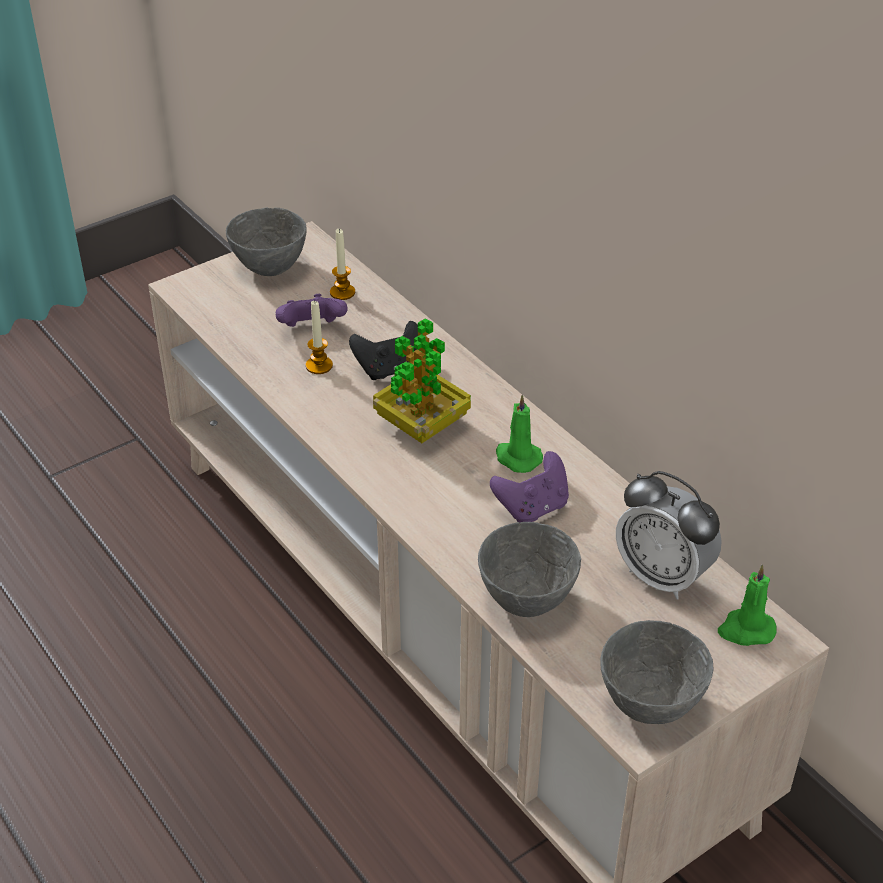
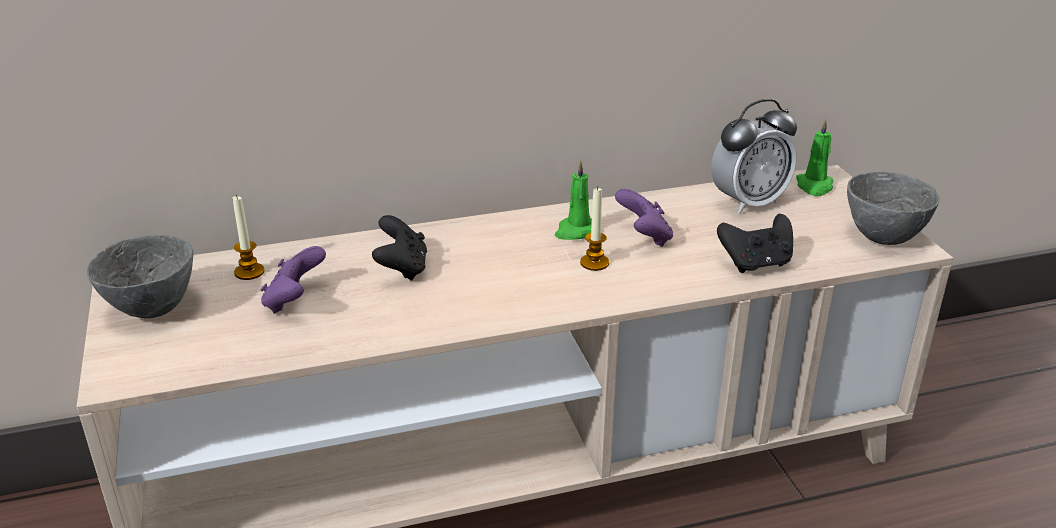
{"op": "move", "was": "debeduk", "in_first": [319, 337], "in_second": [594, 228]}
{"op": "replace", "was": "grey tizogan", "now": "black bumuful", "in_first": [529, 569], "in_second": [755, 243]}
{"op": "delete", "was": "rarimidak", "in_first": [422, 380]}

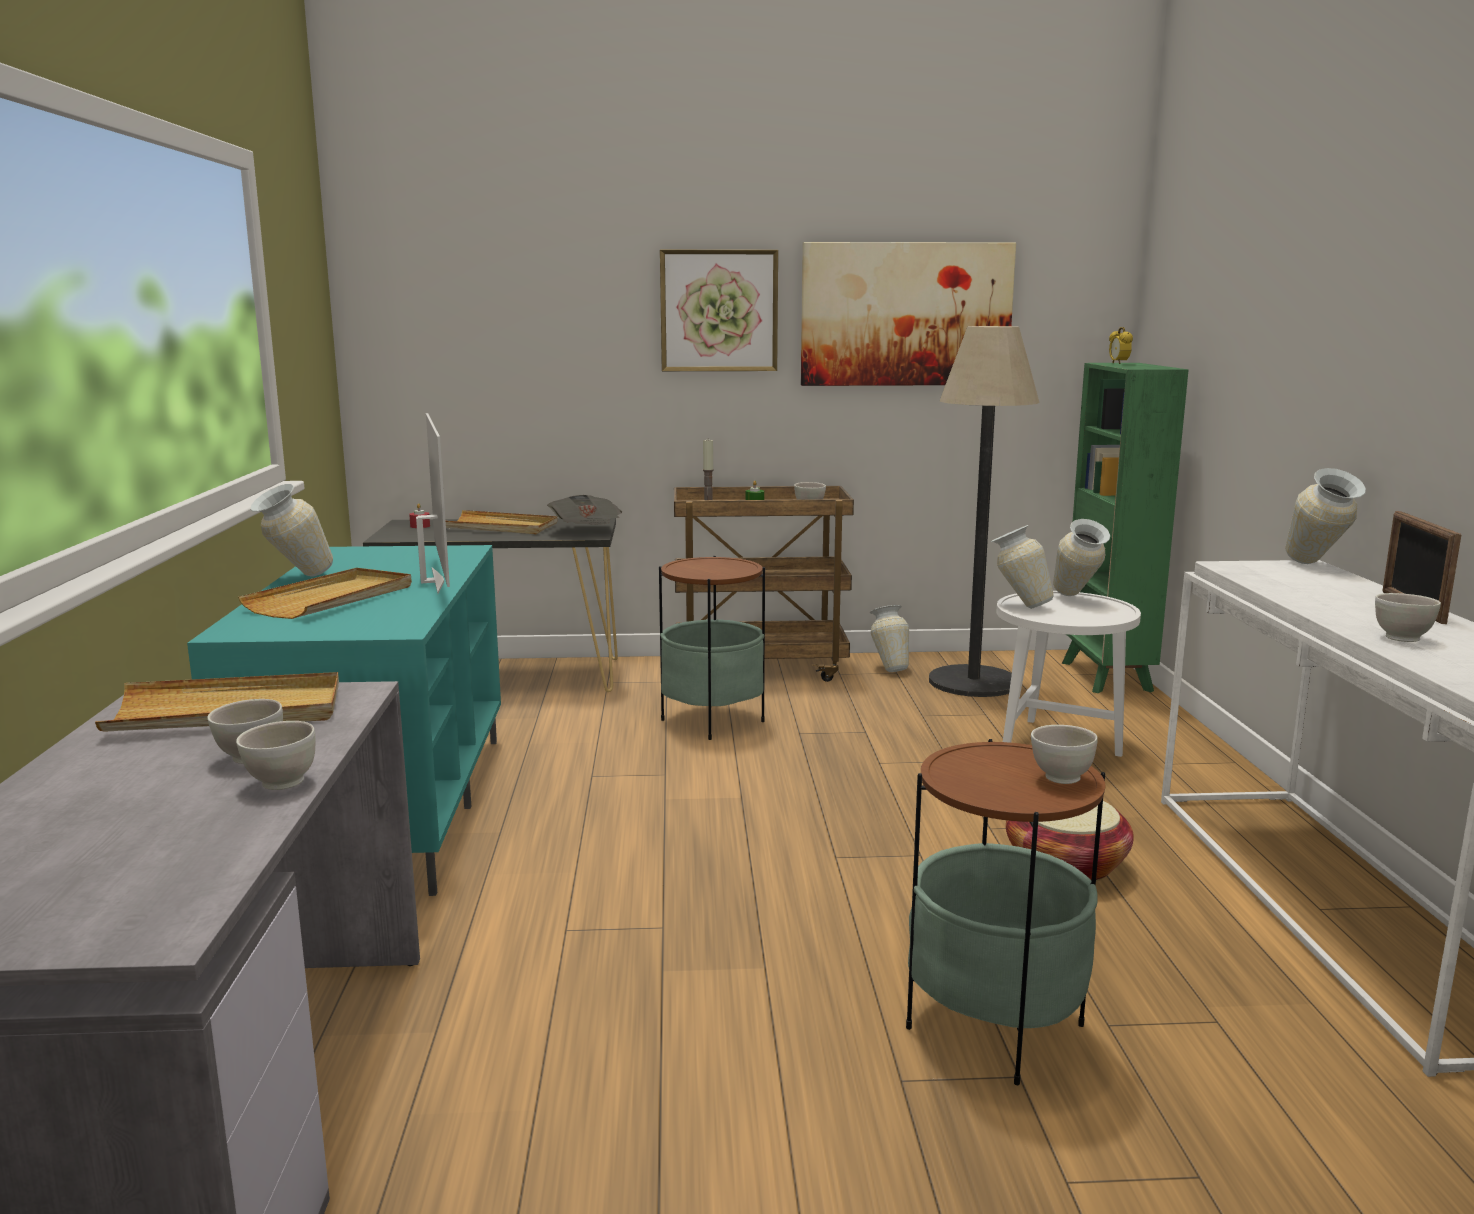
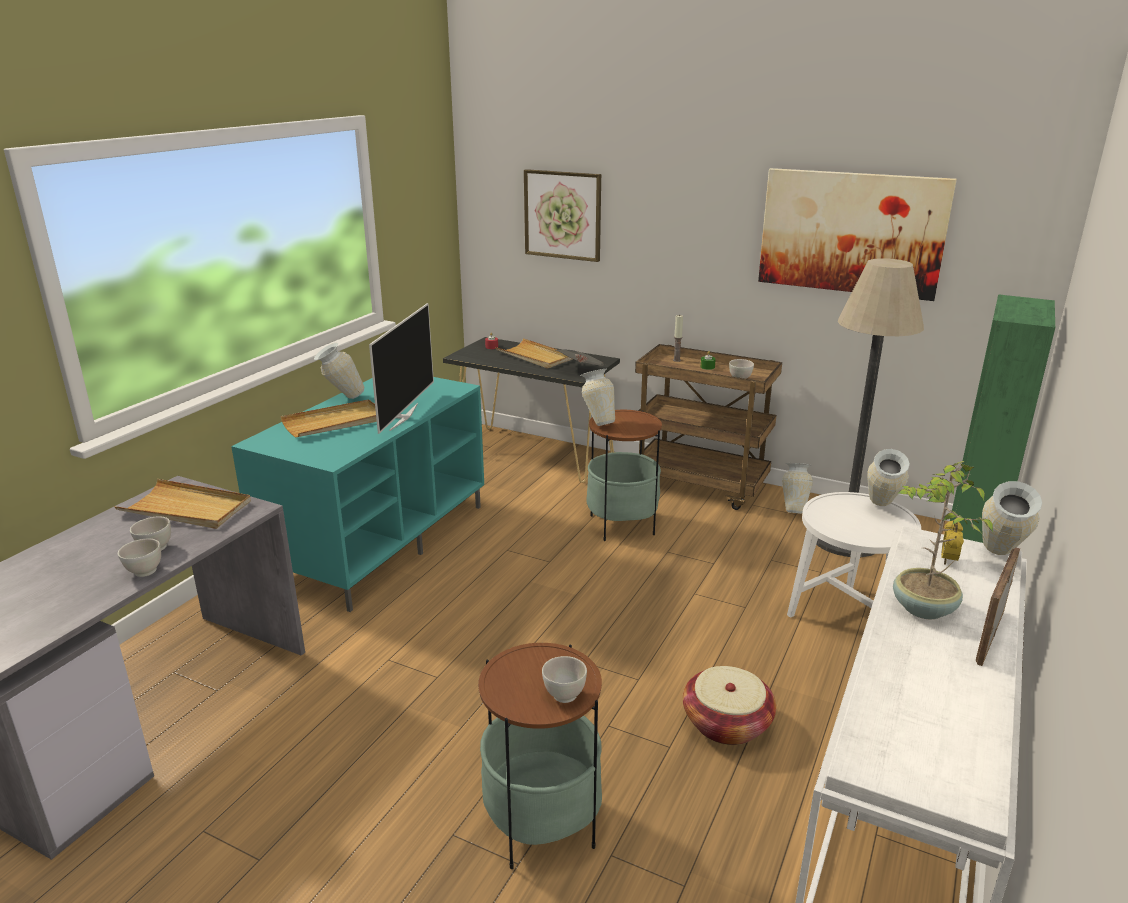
{"op": "move", "was": "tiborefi", "in_first": [719, 310], "in_second": [562, 215]}
{"op": "move", "was": "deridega", "in_first": [1022, 567], "in_second": [597, 397]}
{"op": "insert", "now": "rarimidak", "in_second": [943, 540]}
{"op": "move", "was": "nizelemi", "in_first": [1121, 345], "in_second": [952, 542]}
{"op": "delete", "was": "white tizogan", "in_first": [1408, 617]}

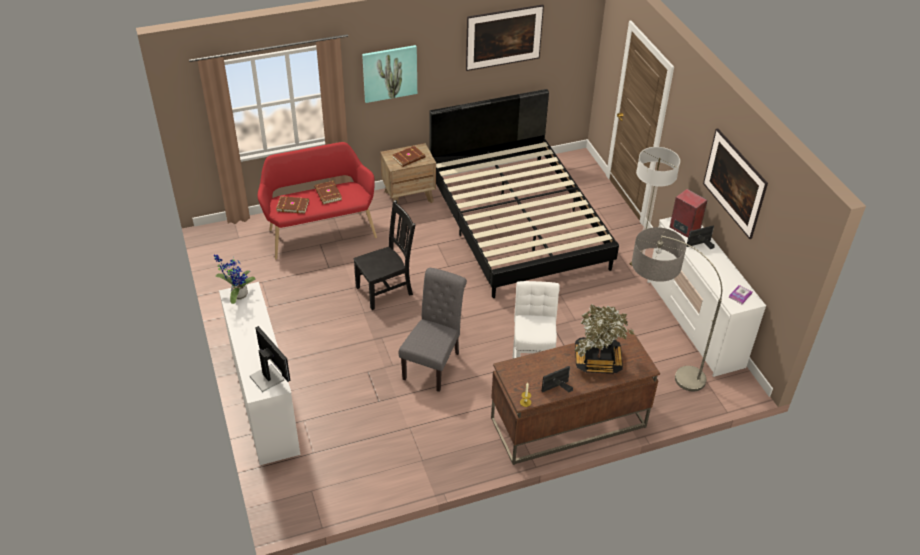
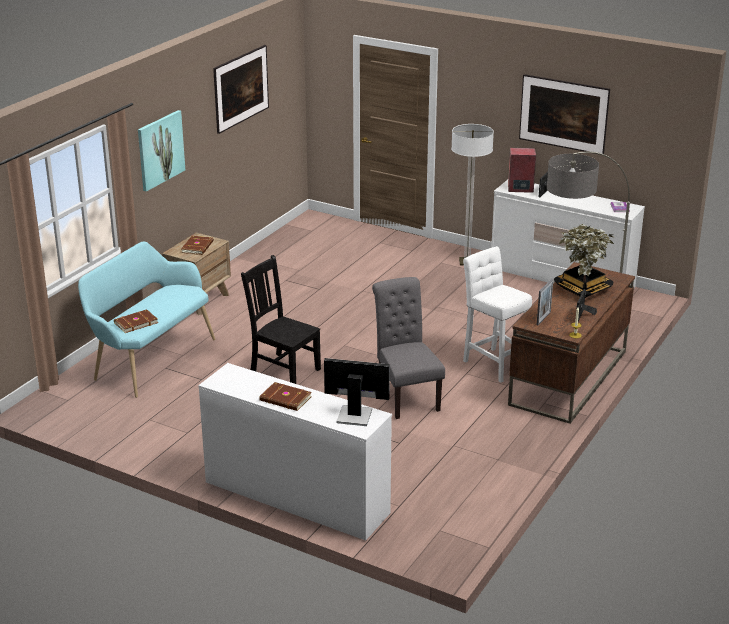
{"op": "recolor", "was": "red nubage", "now": "turquoise nubage", "in_first": [317, 200], "in_second": [146, 320]}
{"op": "rotate", "was": "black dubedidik", "in_first": [384, 255], "in_second": [281, 319], "clockwise": -75}
{"op": "move", "was": "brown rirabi", "in_first": [328, 192], "in_second": [285, 396]}
{"op": "insert", "now": "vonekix", "in_second": [545, 302]}
{"op": "delete", "was": "rarimidak", "in_first": [234, 279]}
{"op": "delete", "was": "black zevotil", "in_first": [524, 193]}

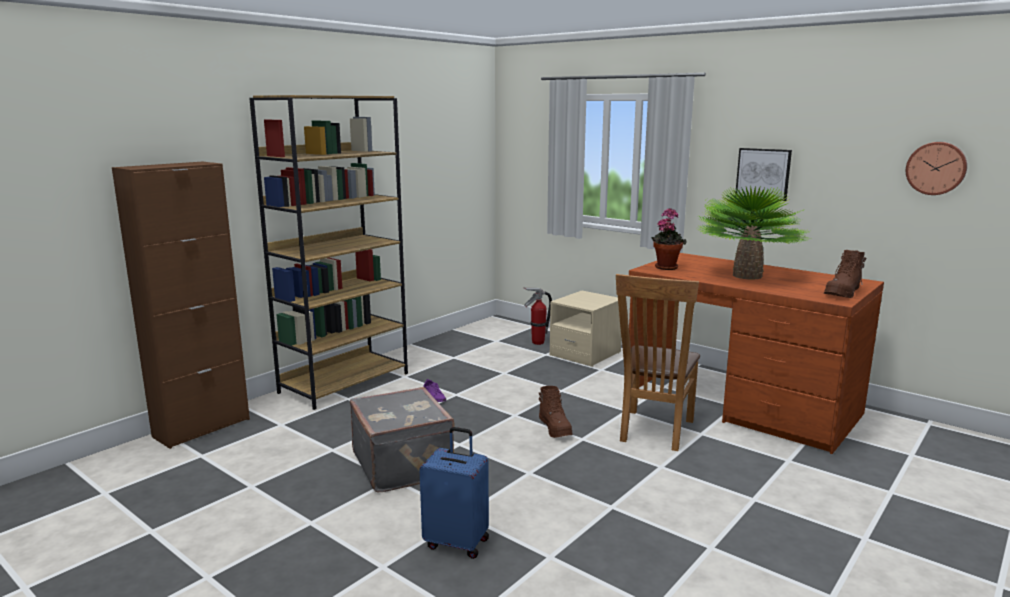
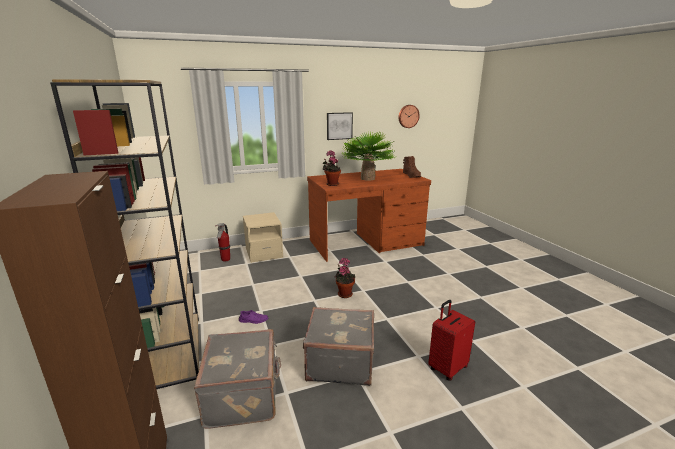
{"op": "insert", "now": "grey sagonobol", "in_second": [237, 379]}
{"op": "replace", "was": "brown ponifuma", "now": "rarimidak", "in_first": [556, 412], "in_second": [345, 278]}
{"op": "recolor", "was": "blue sagonobol", "now": "red sagonobol", "in_first": [454, 493], "in_second": [451, 340]}
{"op": "delete", "was": "brown dubedidik", "in_first": [658, 362]}

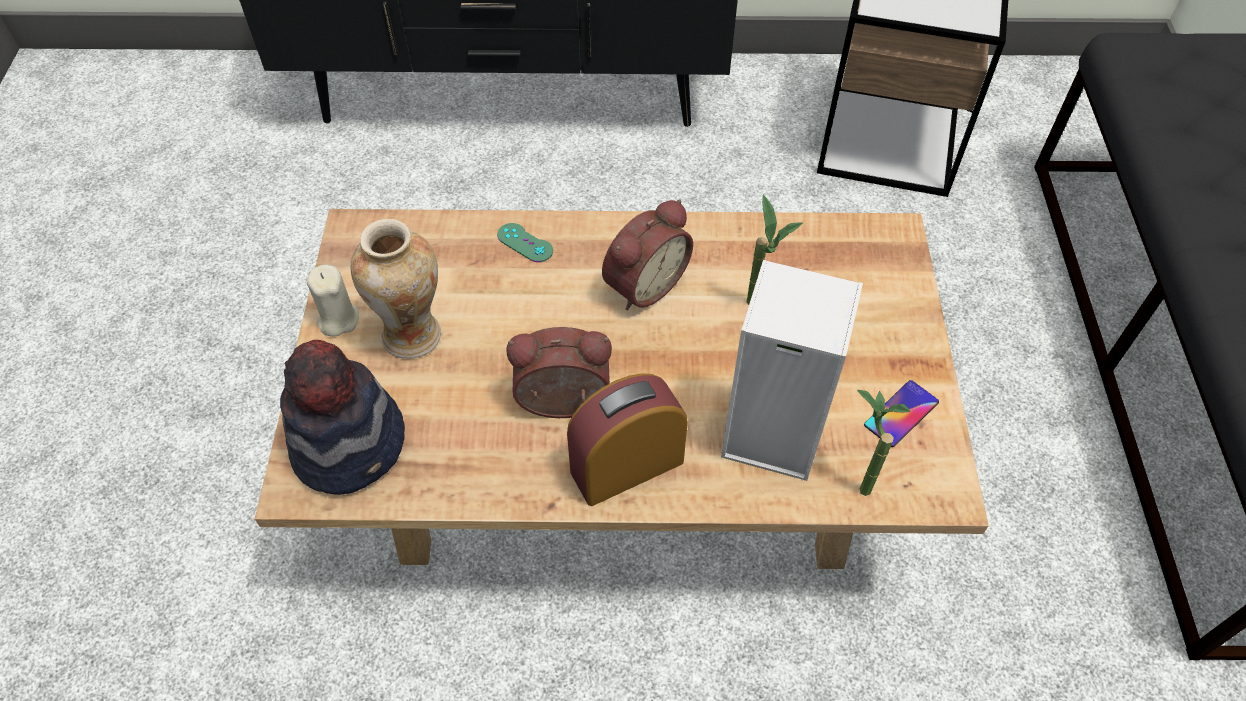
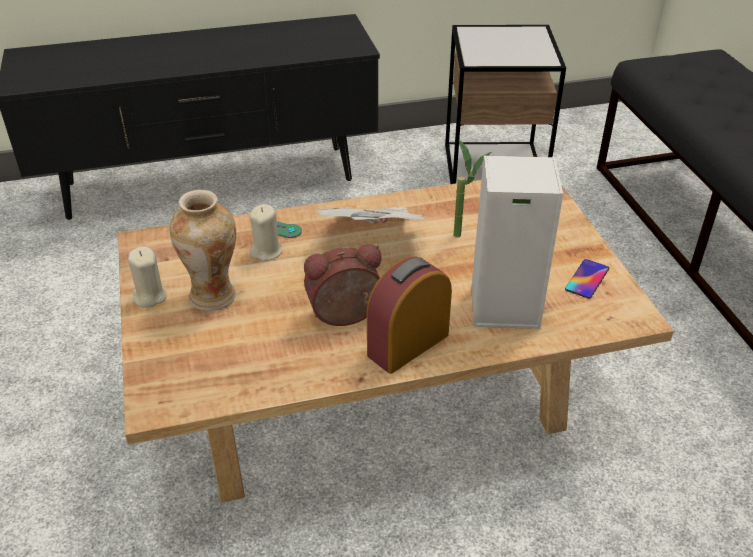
{"op": "insert", "now": "beige debeduk", "in_second": [265, 232]}
{"op": "replace", "was": "nizelemi", "now": "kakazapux", "in_first": [647, 254], "in_second": [372, 216]}
{"op": "delete", "was": "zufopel", "in_first": [342, 417]}
{"op": "delete", "was": "rarimidak", "in_first": [883, 443]}

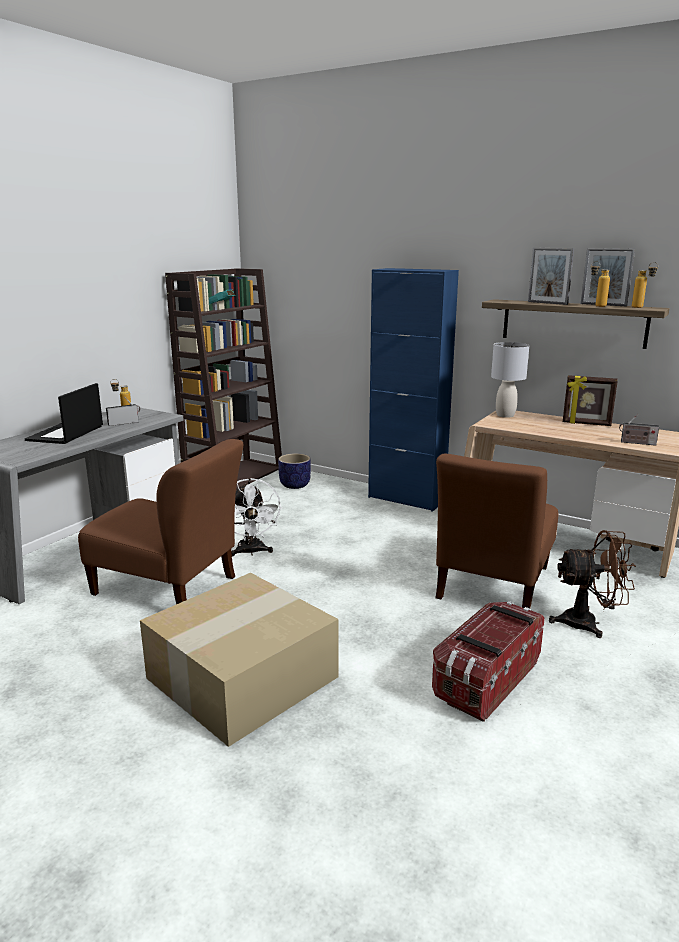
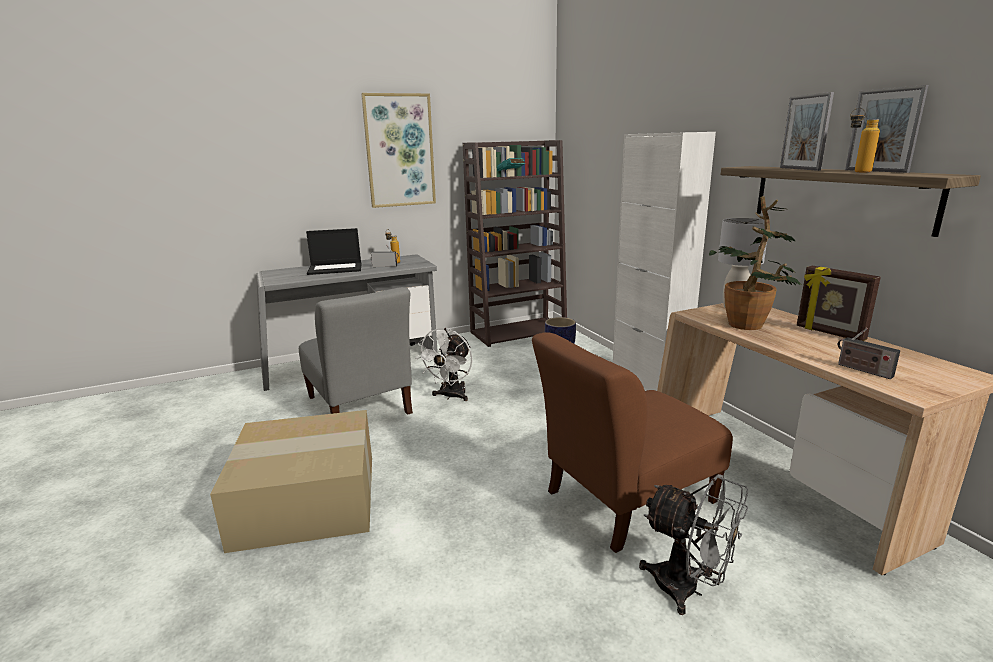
{"op": "recolor", "was": "brown dubedidik", "now": "grey dubedidik", "in_first": [160, 521], "in_second": [356, 351]}
{"op": "rotate", "was": "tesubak", "in_first": [64, 413], "in_second": [334, 251], "clockwise": -150}
{"op": "insert", "now": "tiborefi", "in_second": [398, 150]}
{"op": "recolor", "was": "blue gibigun", "now": "white gibigun", "in_first": [413, 390], "in_second": [664, 261]}
{"op": "recolor", "was": "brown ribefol", "now": "grey ribefol", "in_first": [592, 584], "in_second": [693, 544]}
{"op": "insert", "now": "rarimidak", "in_second": [755, 263]}
{"op": "delete", "was": "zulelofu", "in_first": [488, 661]}
{"op": "delete", "was": "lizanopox", "in_first": [645, 285]}

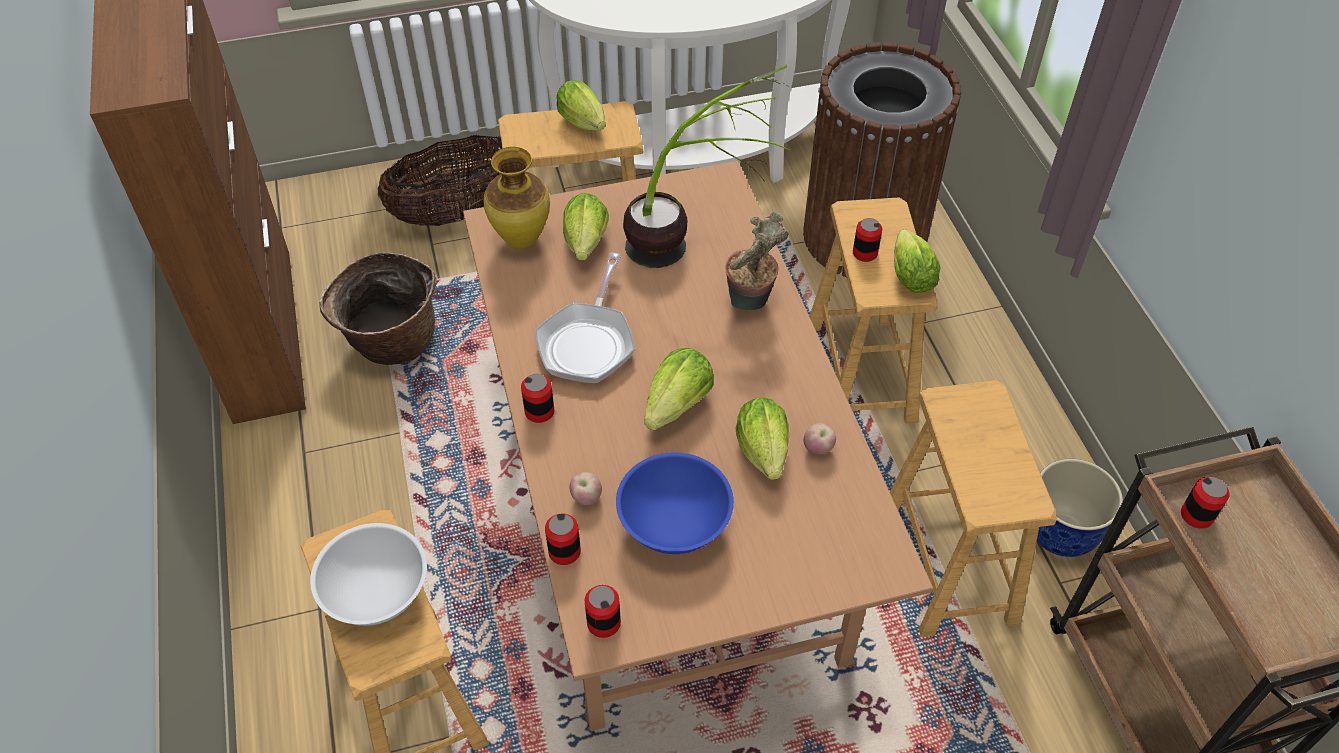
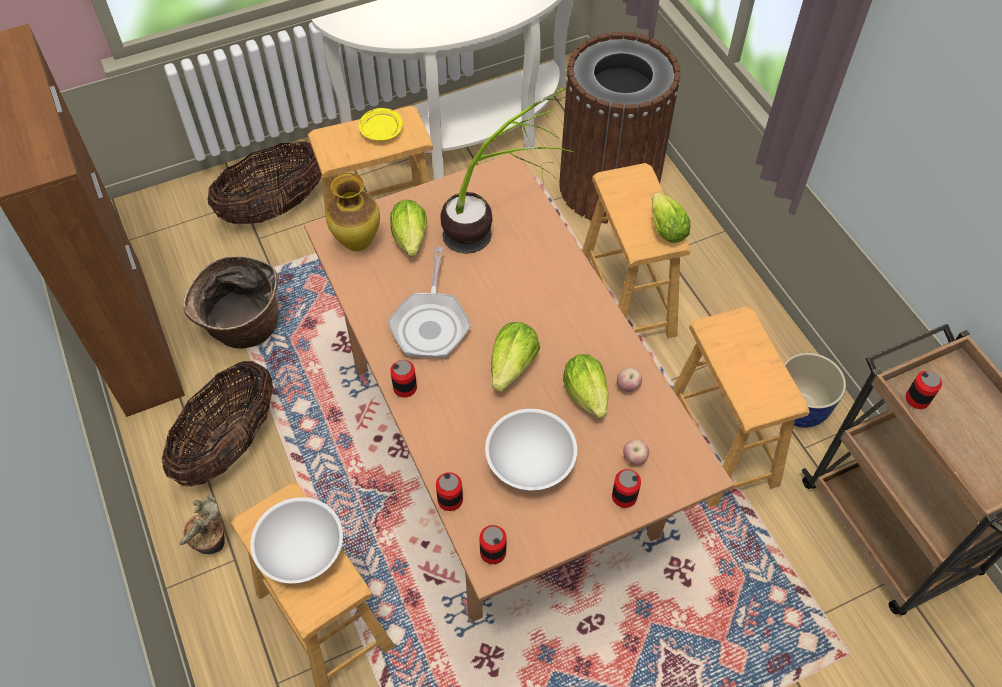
{"op": "insert", "now": "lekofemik", "in_second": [217, 423]}
{"op": "move", "was": "rarimidak", "in_first": [757, 261], "in_second": [202, 524]}
{"op": "replace", "was": "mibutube", "now": "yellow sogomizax", "in_first": [581, 105], "in_second": [381, 124]}
{"op": "recolor", "was": "blue tizogan", "now": "white tizogan", "in_first": [675, 503], "in_second": [531, 450]}
{"op": "move", "was": "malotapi", "in_first": [867, 240], "in_second": [626, 488]}
{"op": "move", "was": "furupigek", "in_first": [585, 488], "in_second": [636, 452]}

